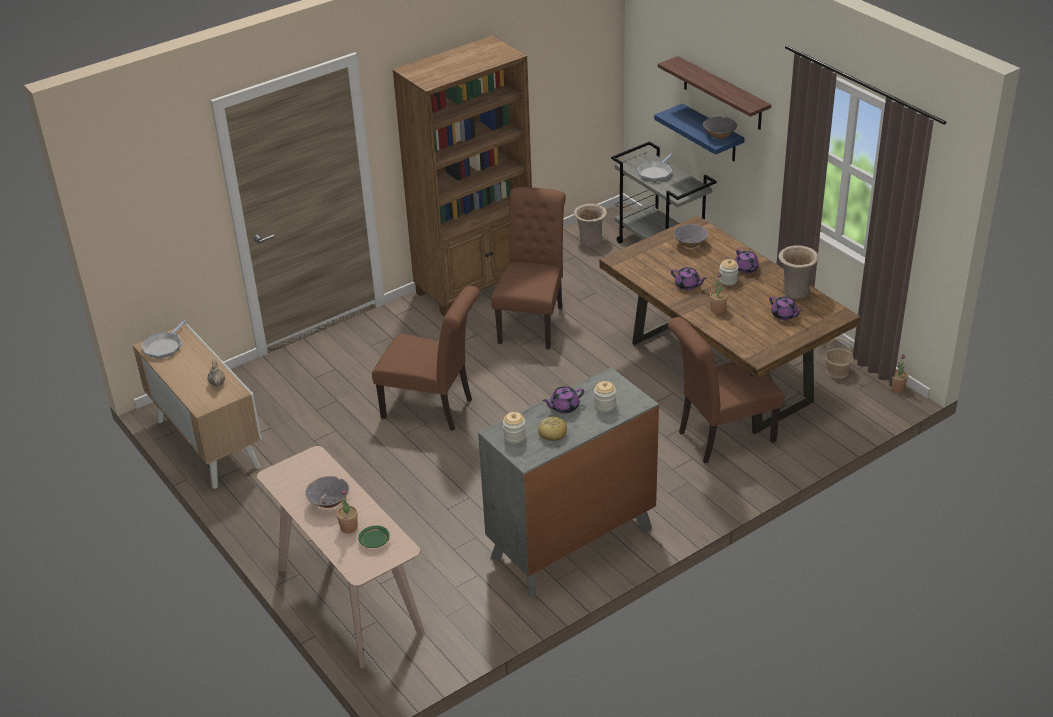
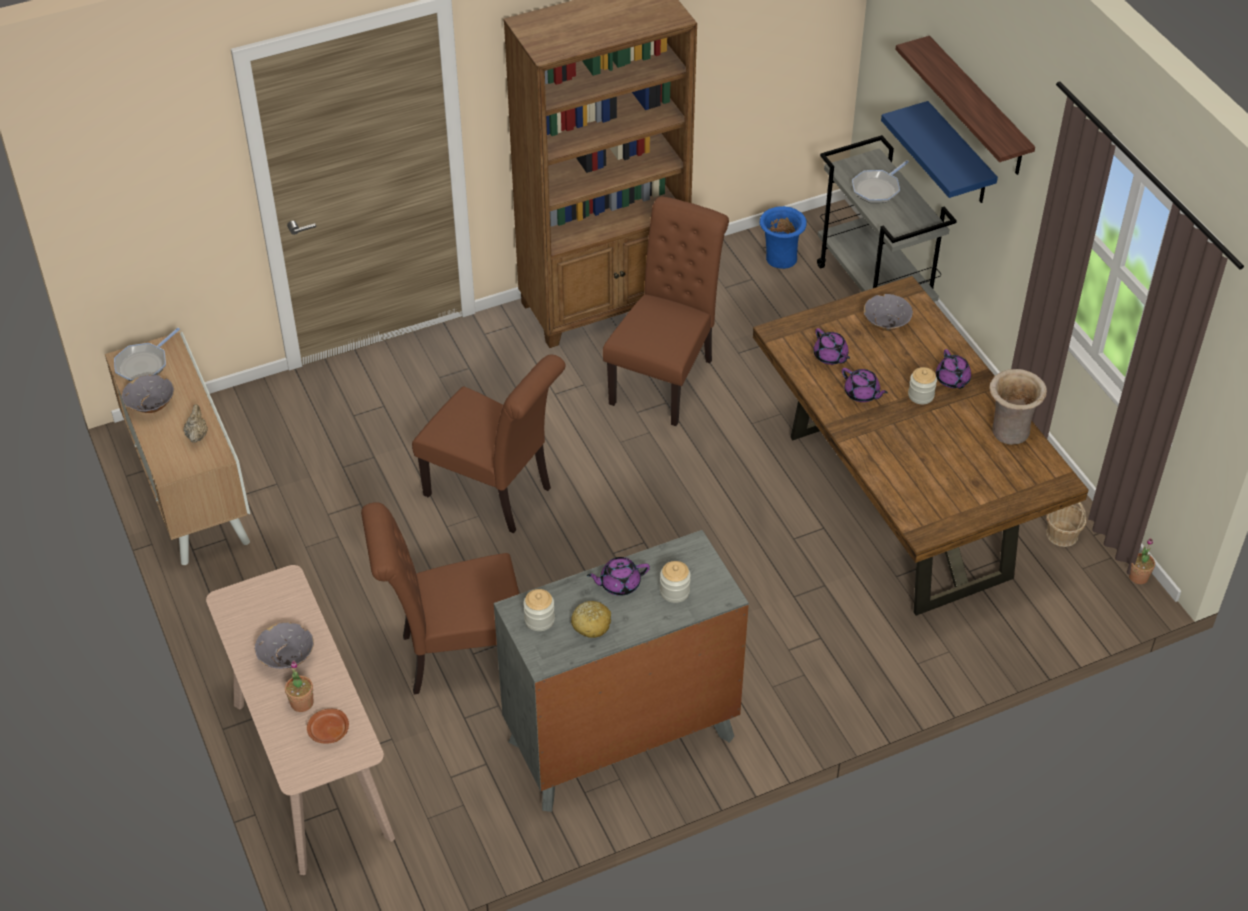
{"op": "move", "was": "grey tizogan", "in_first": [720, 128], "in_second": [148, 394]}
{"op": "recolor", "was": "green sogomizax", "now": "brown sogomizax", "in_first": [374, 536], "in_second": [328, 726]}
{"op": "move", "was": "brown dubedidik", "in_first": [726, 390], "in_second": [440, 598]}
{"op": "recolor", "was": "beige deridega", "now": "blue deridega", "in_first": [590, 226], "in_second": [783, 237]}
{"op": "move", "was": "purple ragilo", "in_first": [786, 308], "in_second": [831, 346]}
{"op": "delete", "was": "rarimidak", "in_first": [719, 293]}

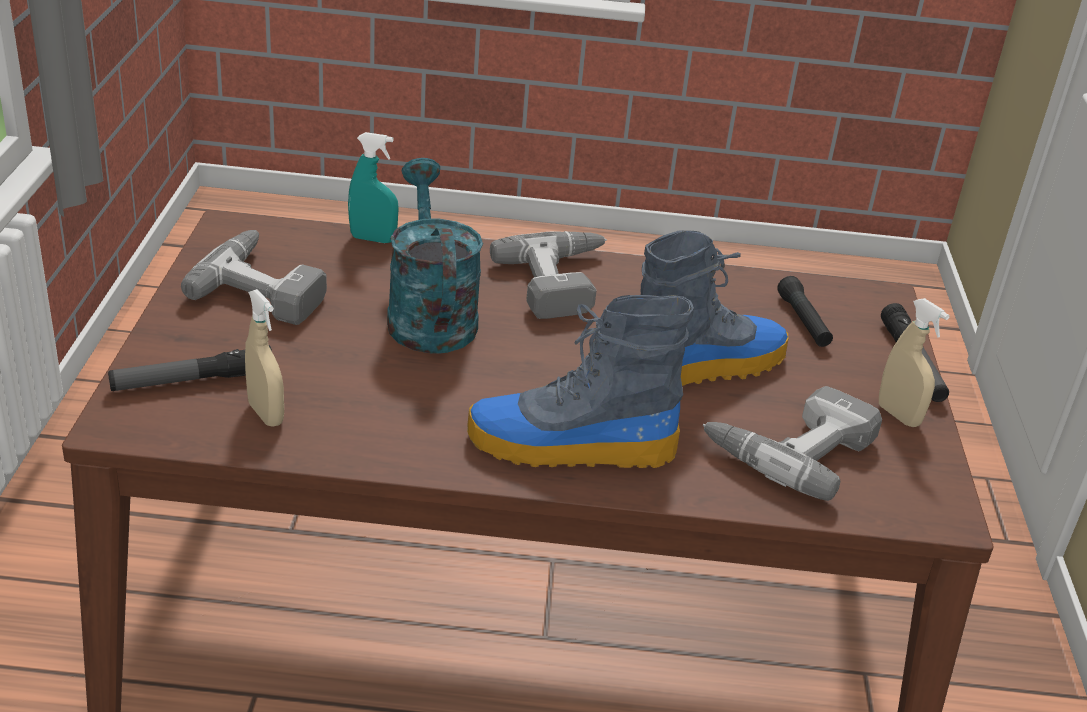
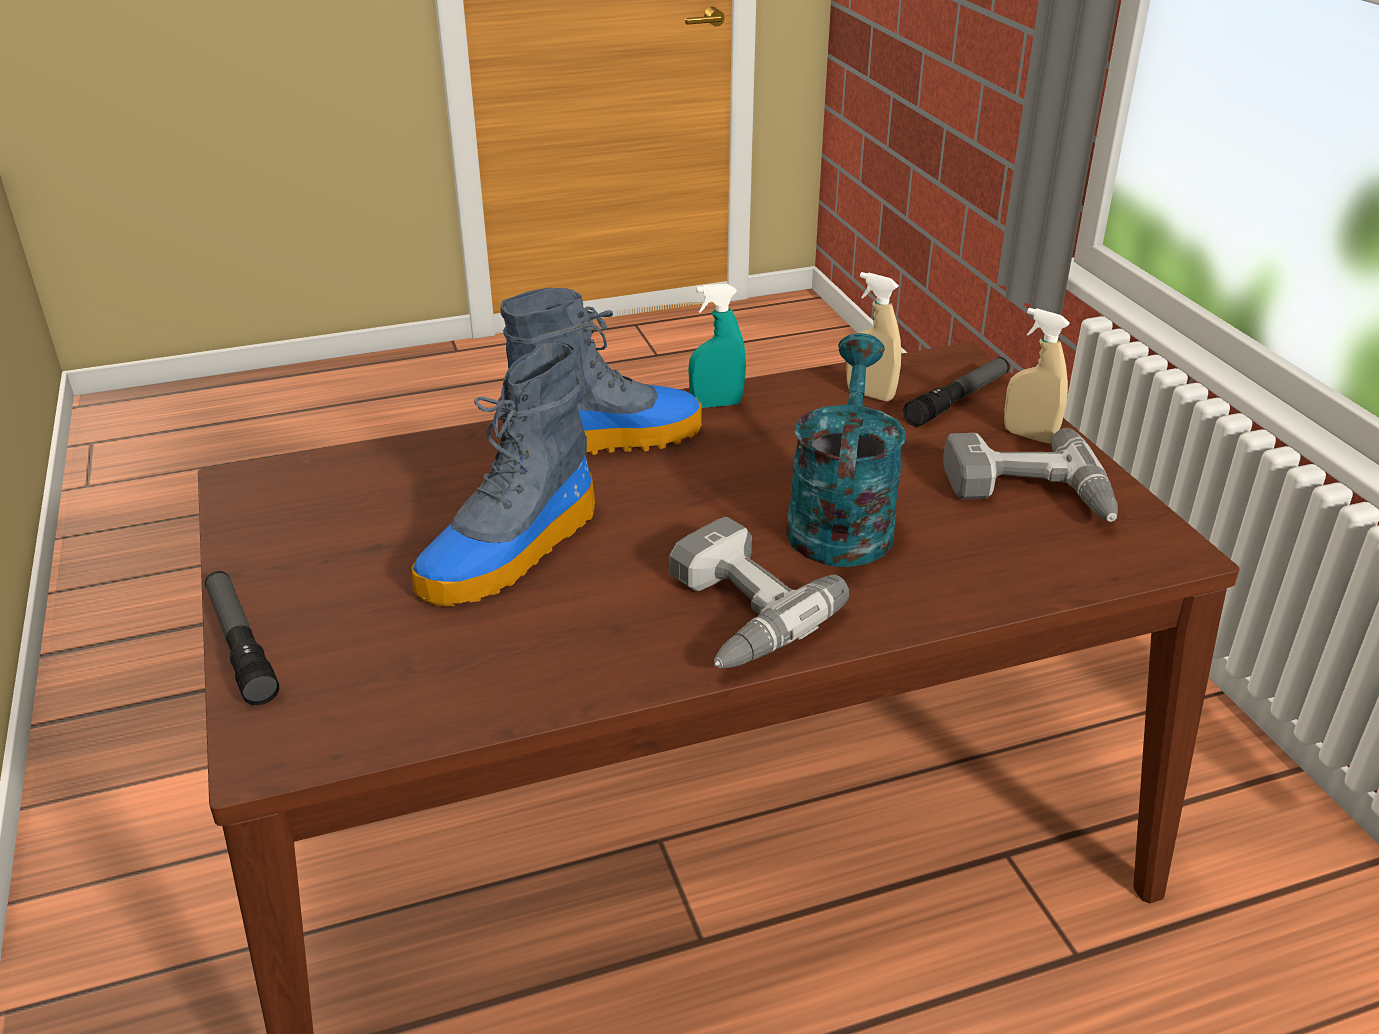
{"op": "move", "was": "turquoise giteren", "in_first": [373, 187], "in_second": [717, 346]}
{"op": "rotate", "was": "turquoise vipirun", "in_first": [435, 256], "in_second": [846, 450], "clockwise": -135}
{"op": "move", "was": "beige giteren", "in_first": [914, 362], "in_second": [1037, 376]}
{"op": "delete", "was": "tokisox", "in_first": [792, 443]}
{"op": "delete", "was": "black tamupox", "in_first": [805, 311]}

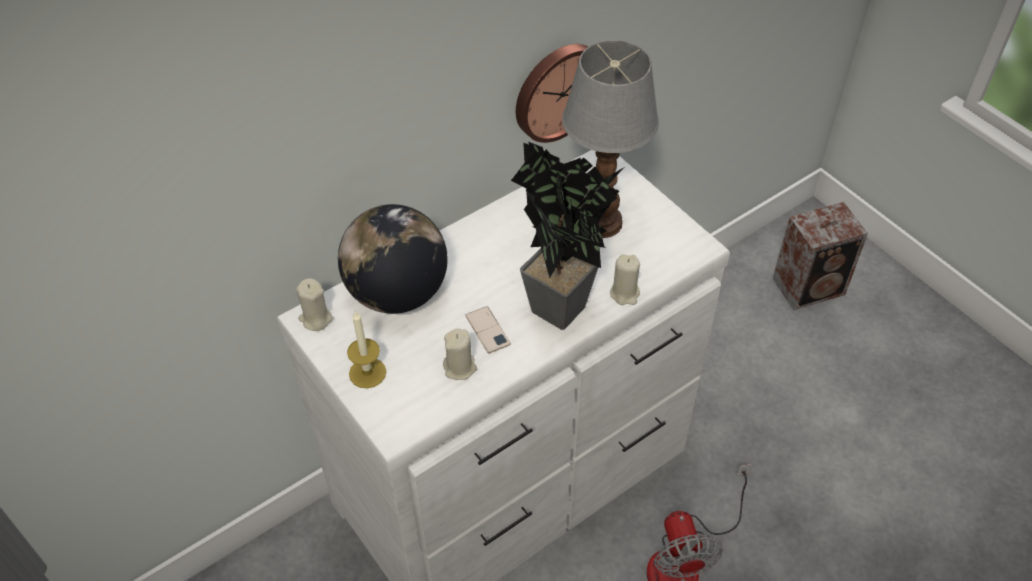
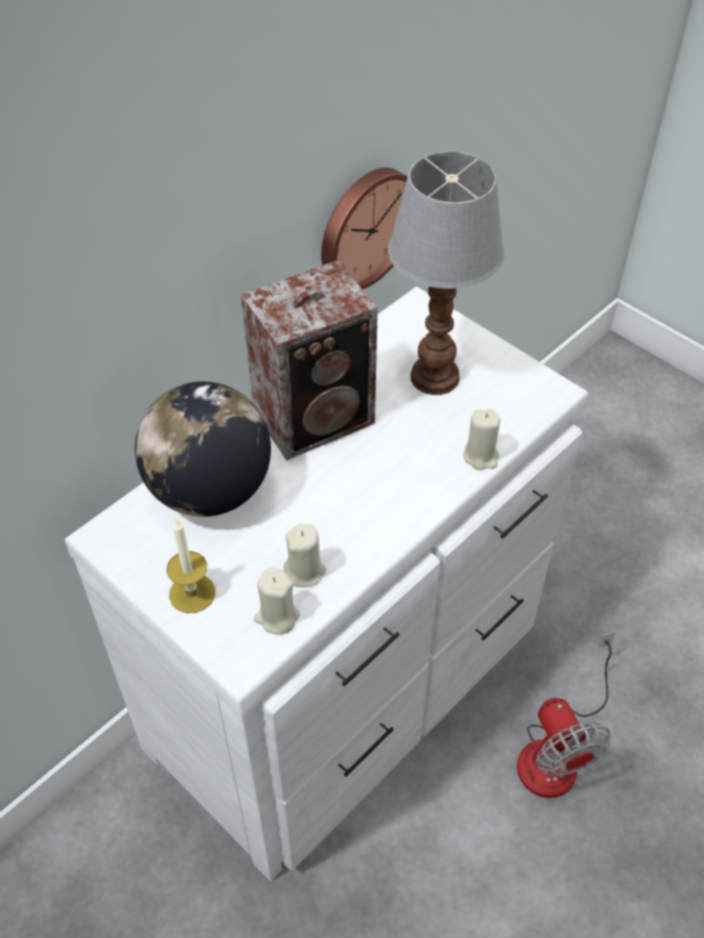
{"op": "move", "was": "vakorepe", "in_first": [820, 256], "in_second": [309, 360]}
{"op": "move", "was": "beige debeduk", "in_first": [314, 304], "in_second": [277, 601]}
{"op": "delete", "was": "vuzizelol", "in_first": [488, 330]}
{"op": "delete", "was": "rarimidak", "in_first": [567, 236]}

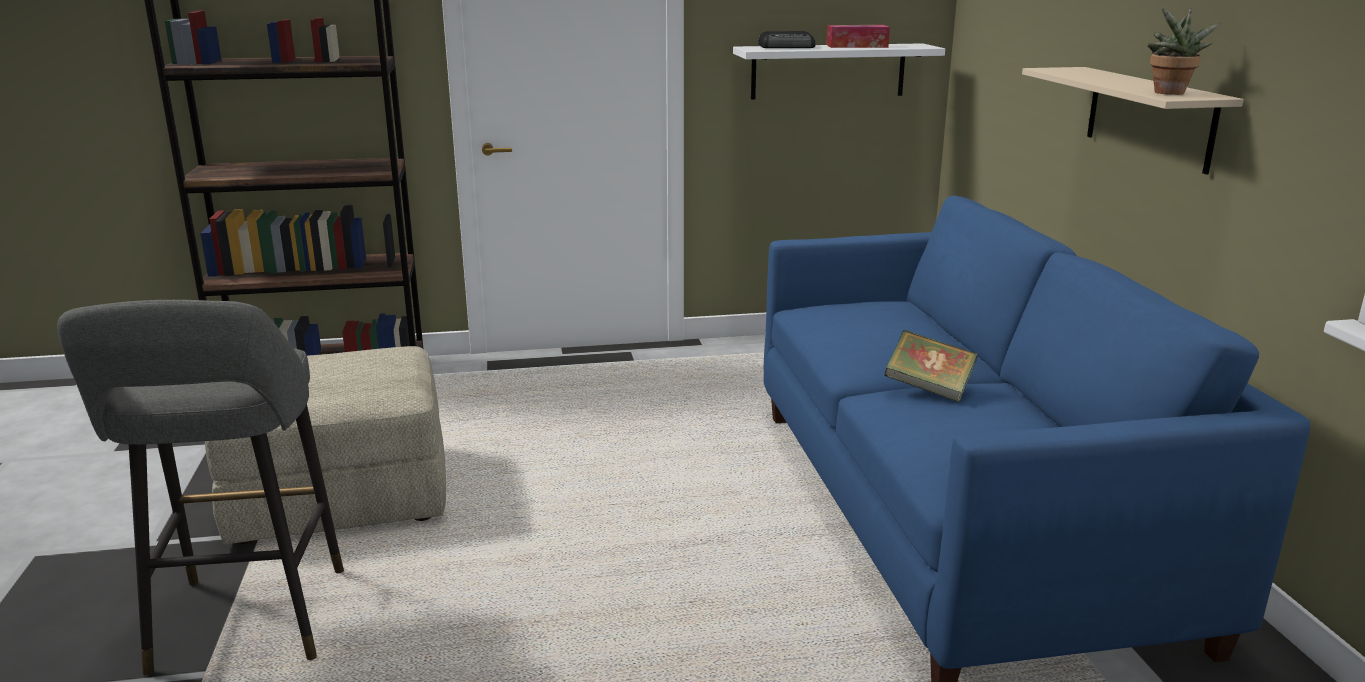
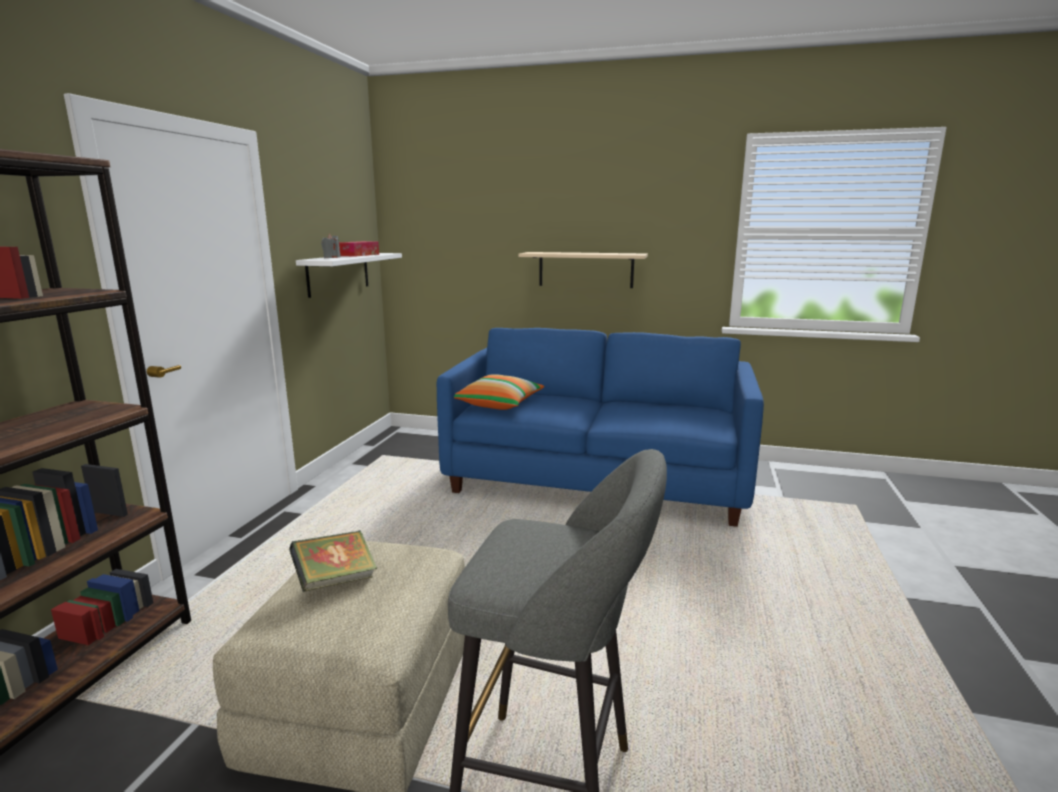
{"op": "move", "was": "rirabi", "in_first": [931, 366], "in_second": [333, 561]}
{"op": "replace", "was": "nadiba", "now": "grey debeduk", "in_first": [787, 39], "in_second": [331, 246]}
{"op": "insert", "now": "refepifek", "in_second": [499, 392]}
{"op": "delete", "was": "rarimidak", "in_first": [1183, 51]}

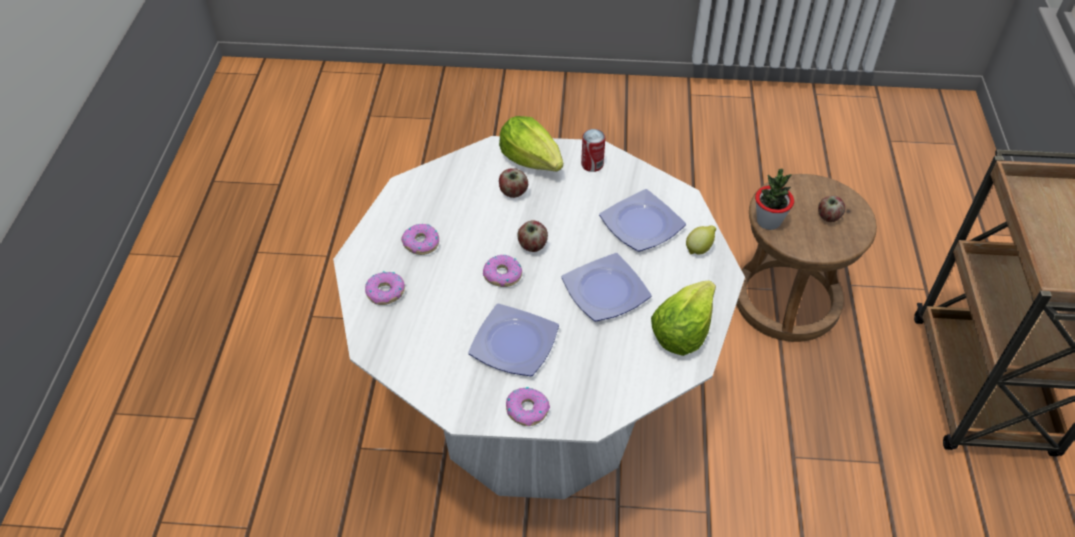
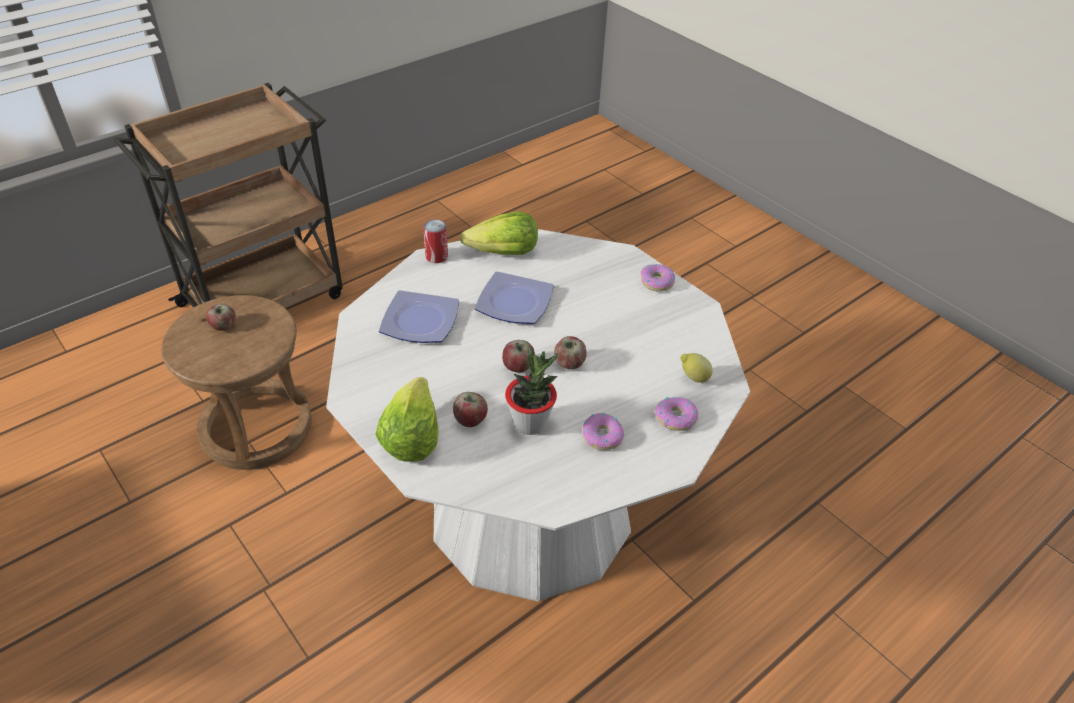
{"op": "move", "was": "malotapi", "in_first": [593, 150], "in_second": [435, 241]}
{"op": "move", "was": "rarimidak", "in_first": [774, 199], "in_second": [531, 391]}
{"op": "replace", "was": "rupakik", "now": "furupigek", "in_first": [502, 271], "in_second": [570, 352]}
{"op": "move", "was": "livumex", "in_first": [701, 240], "in_second": [696, 368]}
{"op": "delete", "was": "sogomizax", "in_first": [513, 339]}

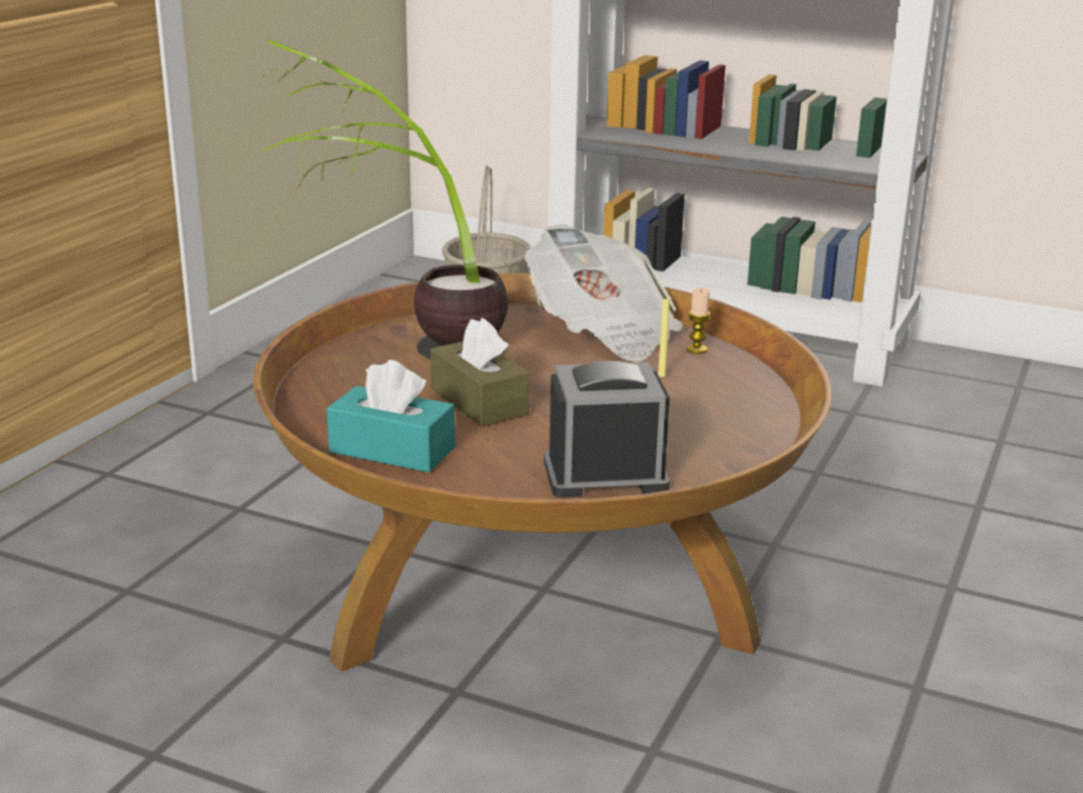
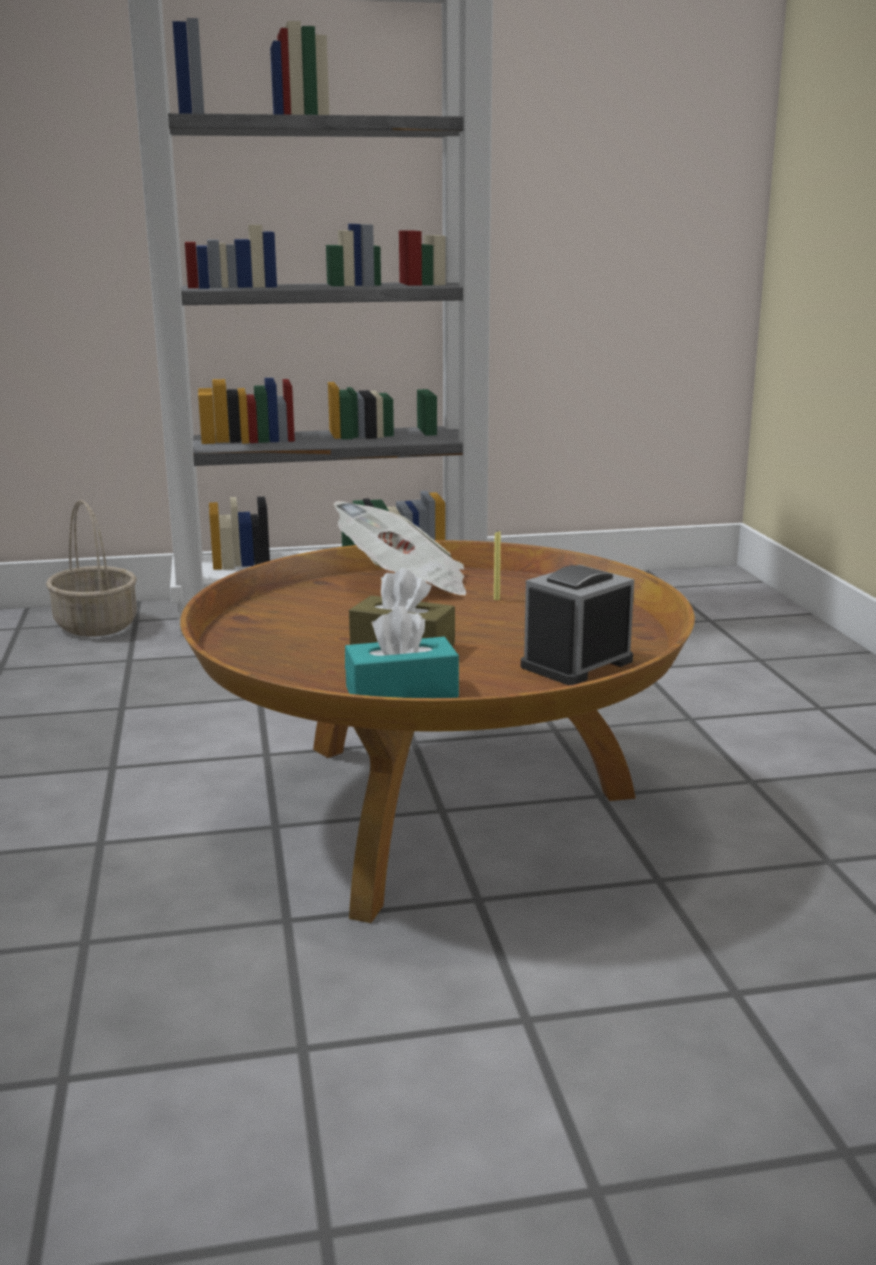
{"op": "delete", "was": "rarimidak", "in_first": [384, 199]}
{"op": "delete", "was": "debeduk", "in_first": [698, 321]}

